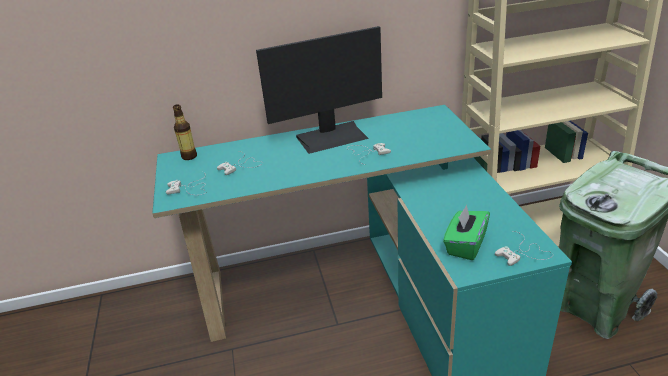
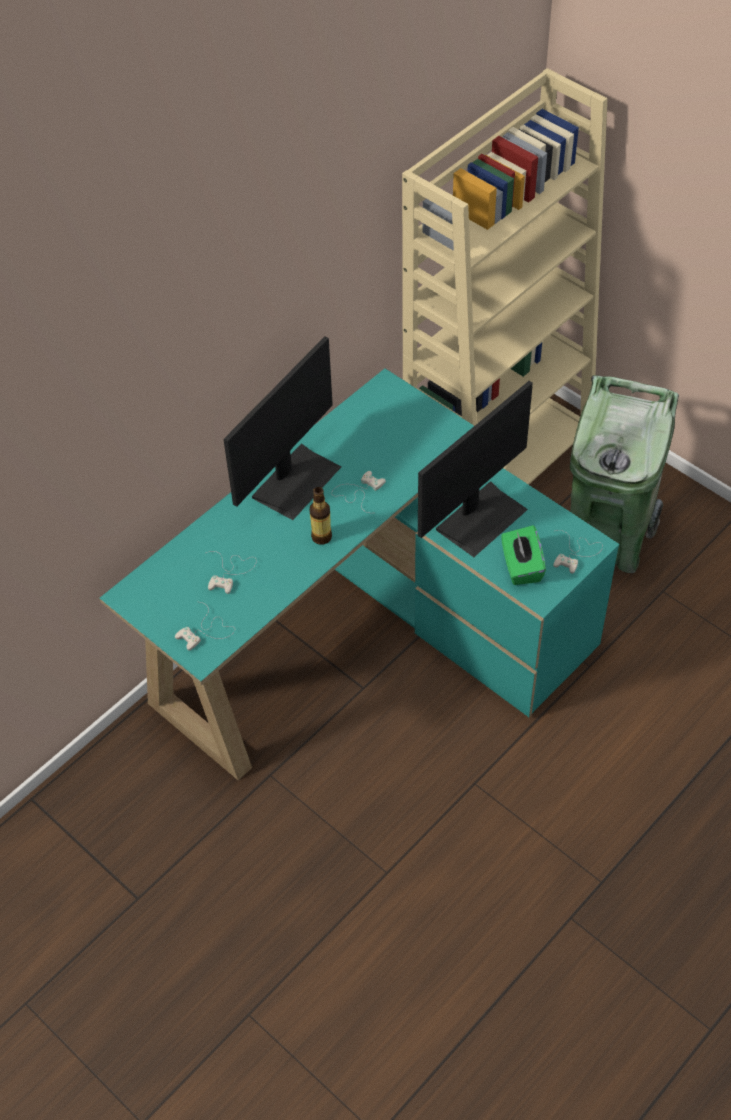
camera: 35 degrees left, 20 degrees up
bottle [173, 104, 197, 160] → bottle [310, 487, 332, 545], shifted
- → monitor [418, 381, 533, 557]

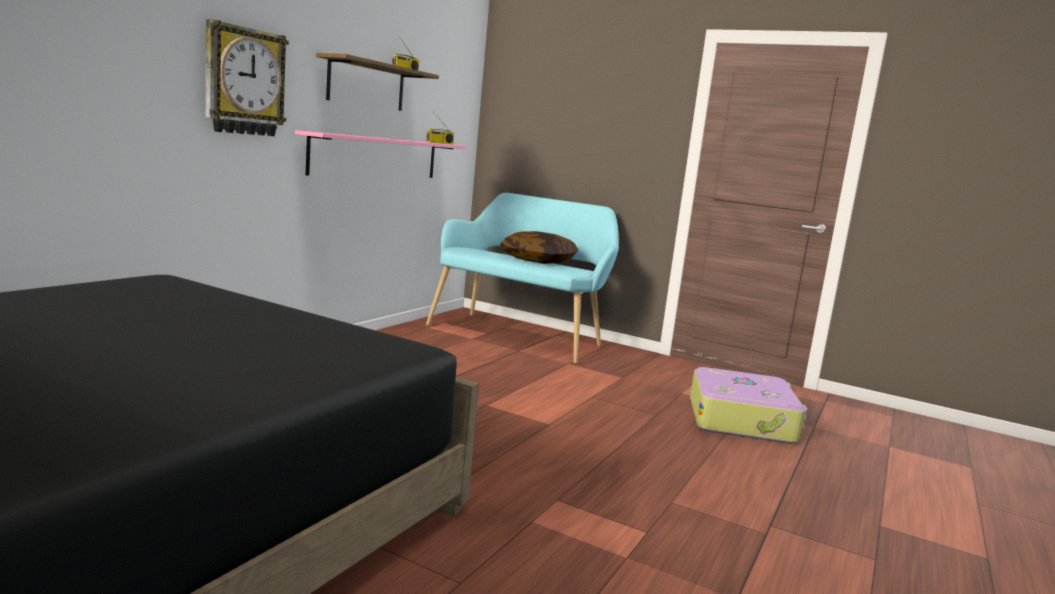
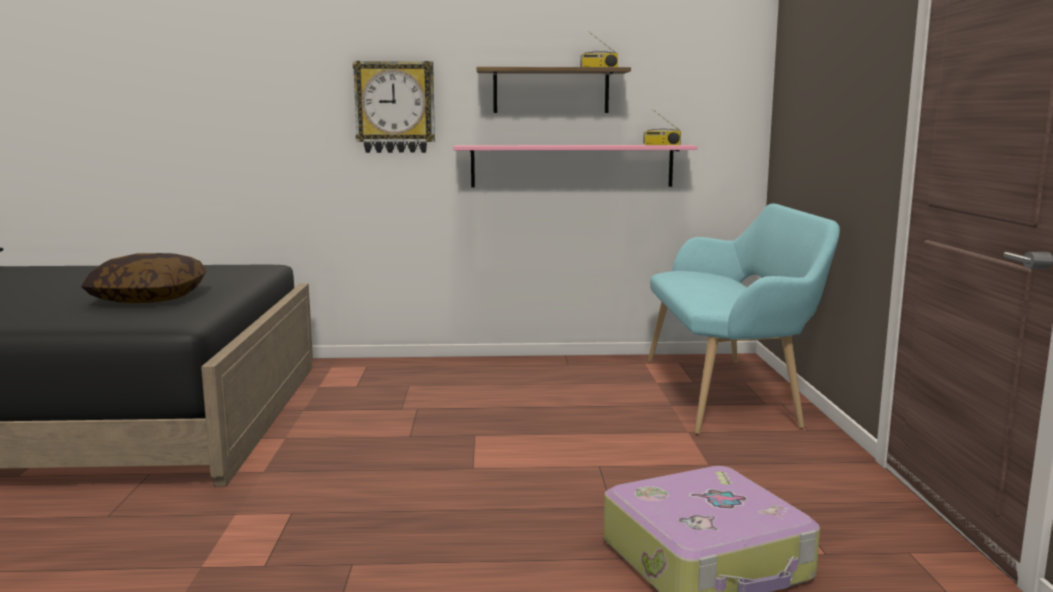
camera: 60 degrees right, 0 degrees up
pillow [500, 231, 578, 264] → pillow [81, 253, 207, 303], shifted

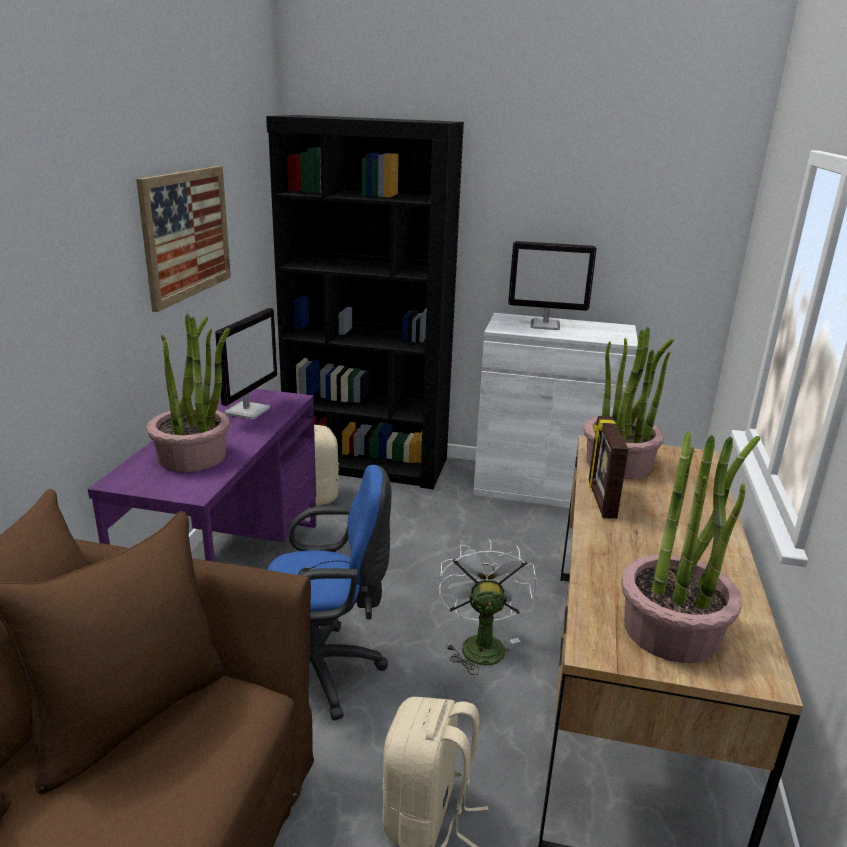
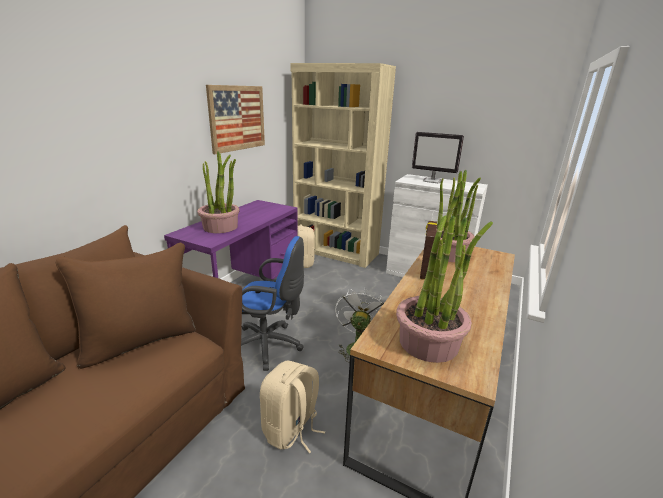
camera: 15 degrees right, 0 degrees up
monitor [215, 308, 277, 419] → -
black_bookcase [266, 115, 464, 489] → beige_bookcase [290, 63, 396, 268]

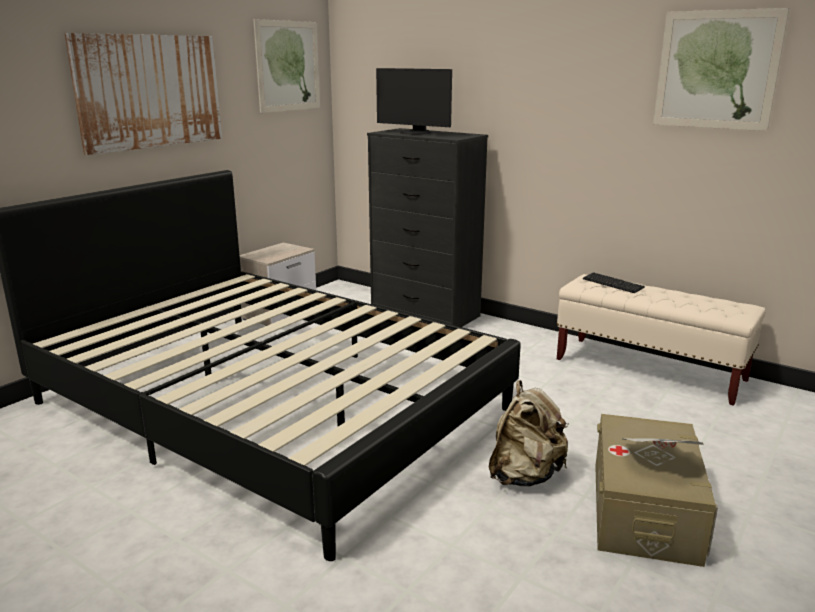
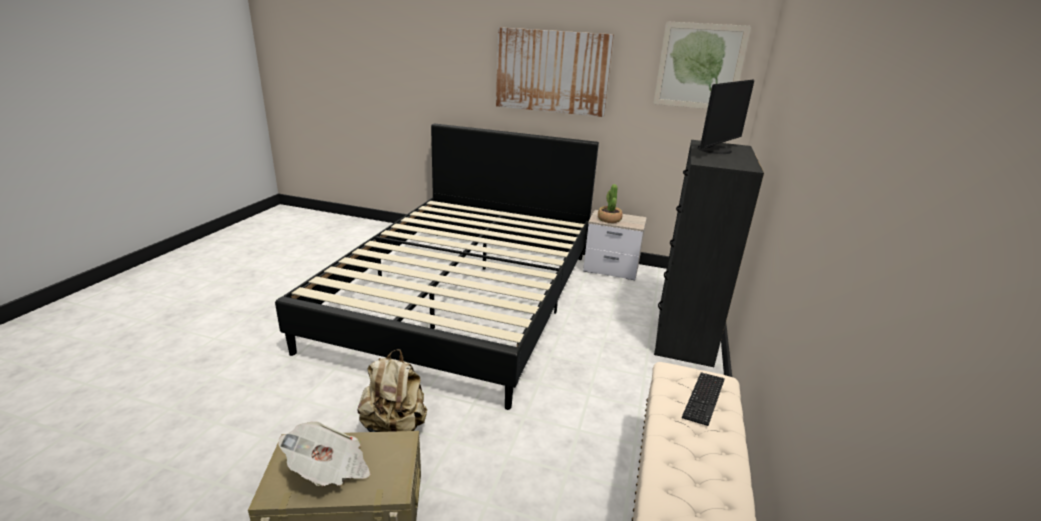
camera: 70 degrees right, 5 degrees up
monitor [376, 68, 452, 135] → monitor [698, 80, 754, 154], 150 degrees counterclockwise
picture [653, 8, 789, 131] → -
- → potted_plant [598, 184, 623, 223]

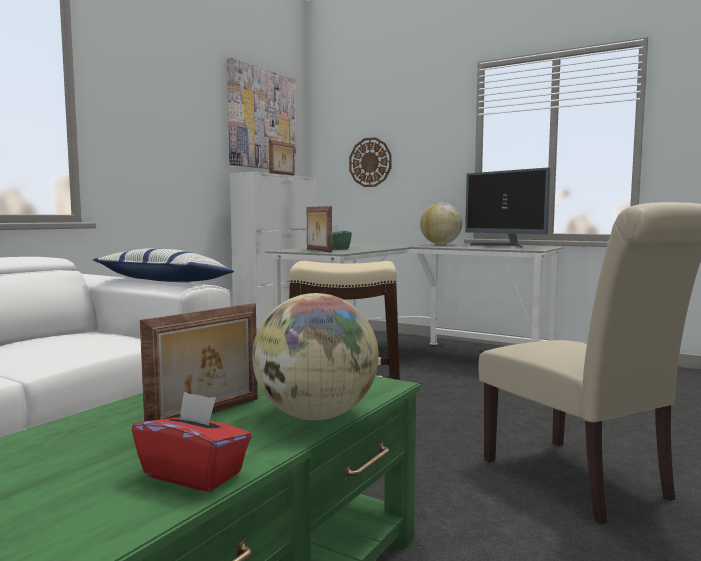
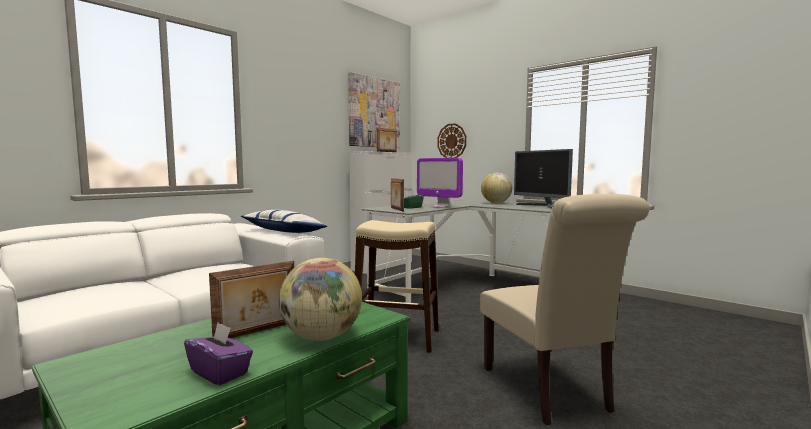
camera: 10 degrees right, 0 degrees up
red_tissue_box [132, 391, 252, 492] → purple_tissue_box [184, 322, 253, 385]
- → monitor [417, 158, 463, 208]

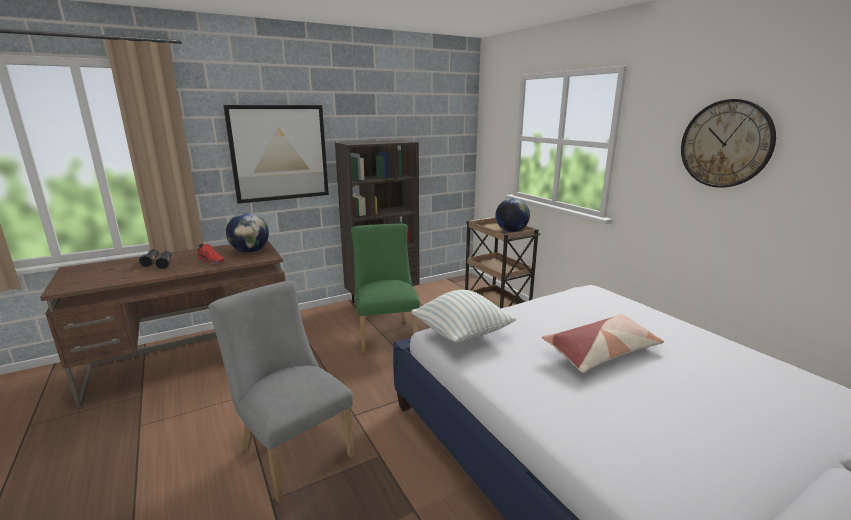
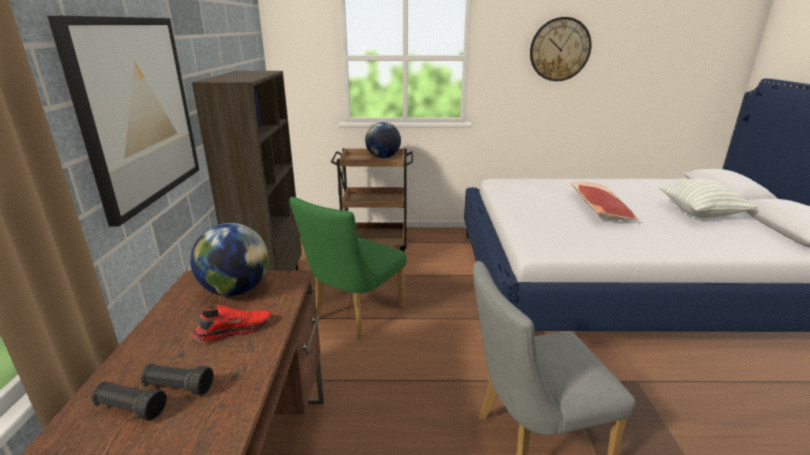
camera: 60 degrees left, 5 degrees up
green_chair [351, 224, 420, 354] → green_chair [290, 197, 407, 339], 75 degrees counterclockwise
pillow [412, 290, 516, 342] → pillow [659, 178, 757, 218], shifted

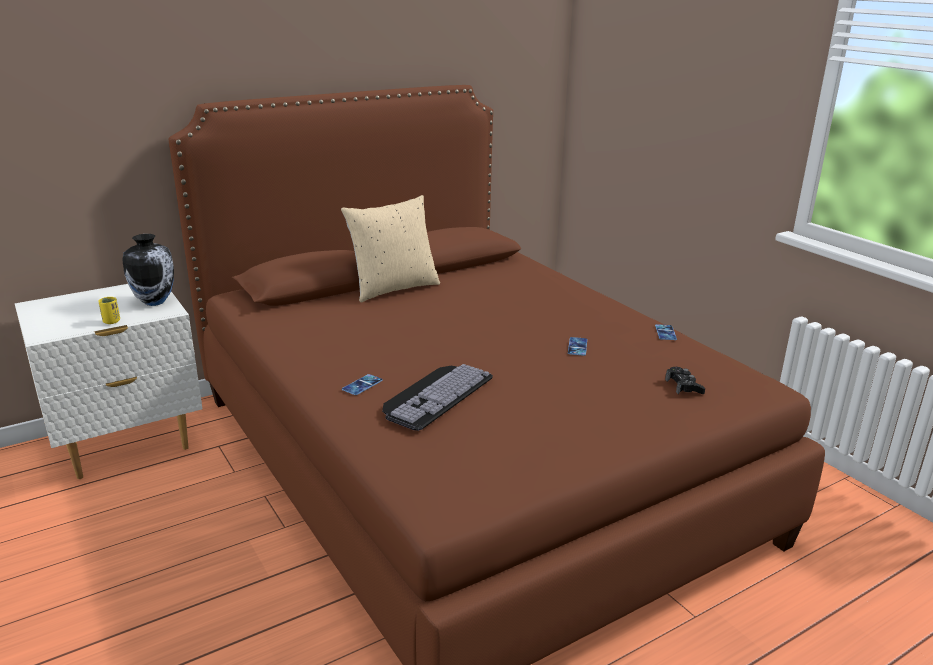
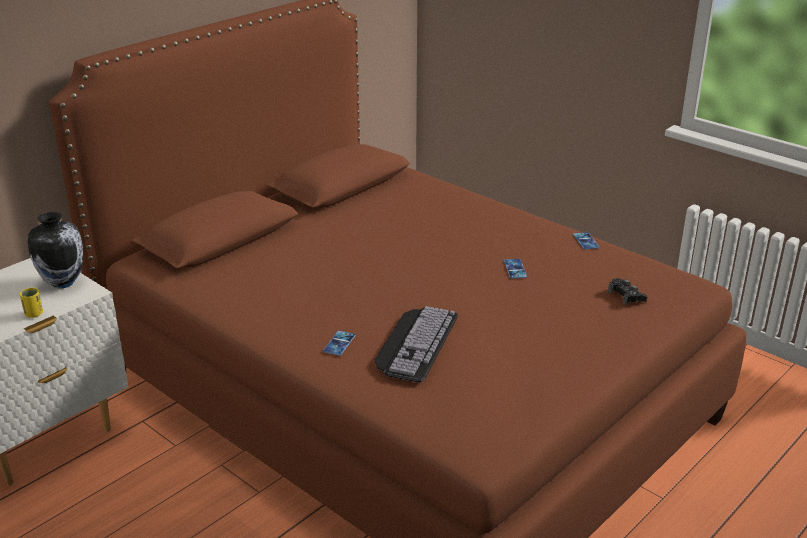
camera: 15 degrees left, 5 degrees up
beige_pillow [341, 195, 440, 302] → -

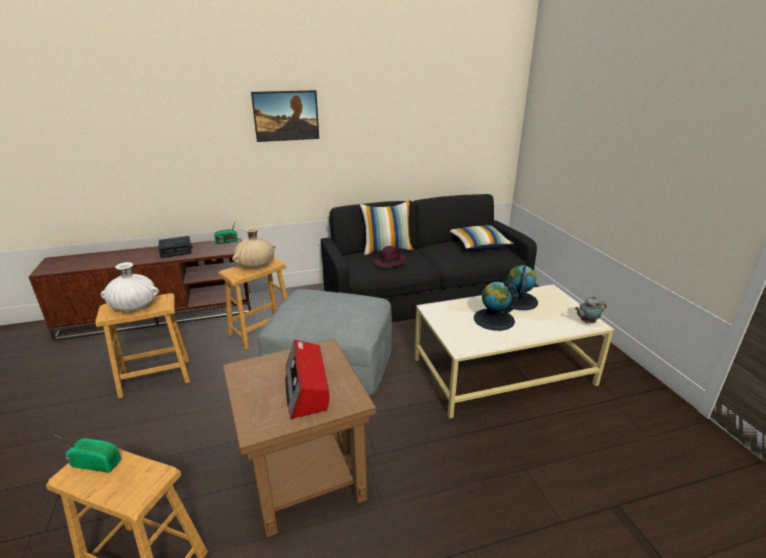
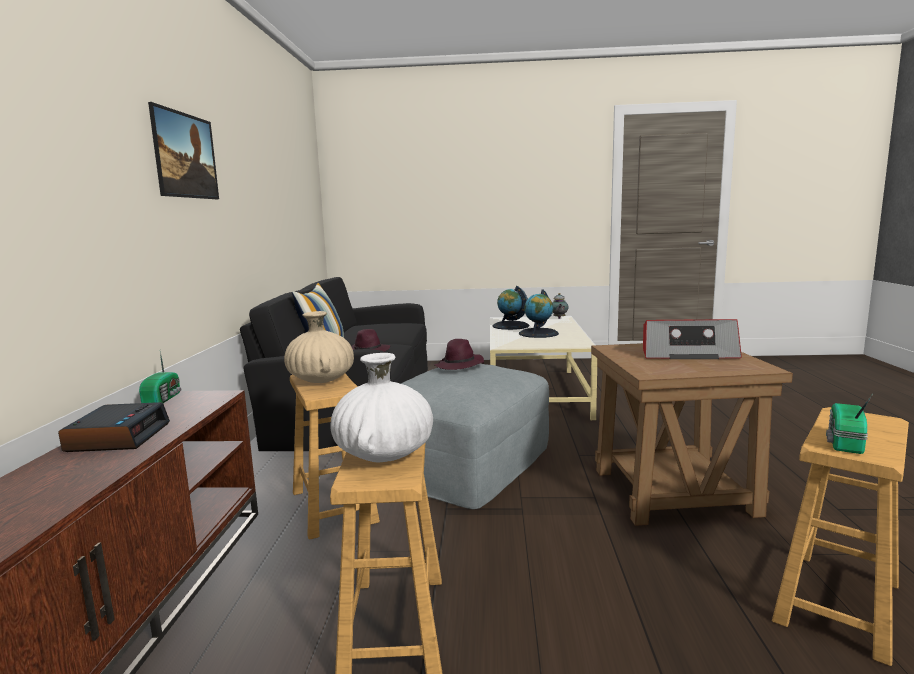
camera: 70 degrees left, 15 degrees down
pillow [450, 225, 514, 250] → -
- → purple_hat [434, 339, 484, 370]

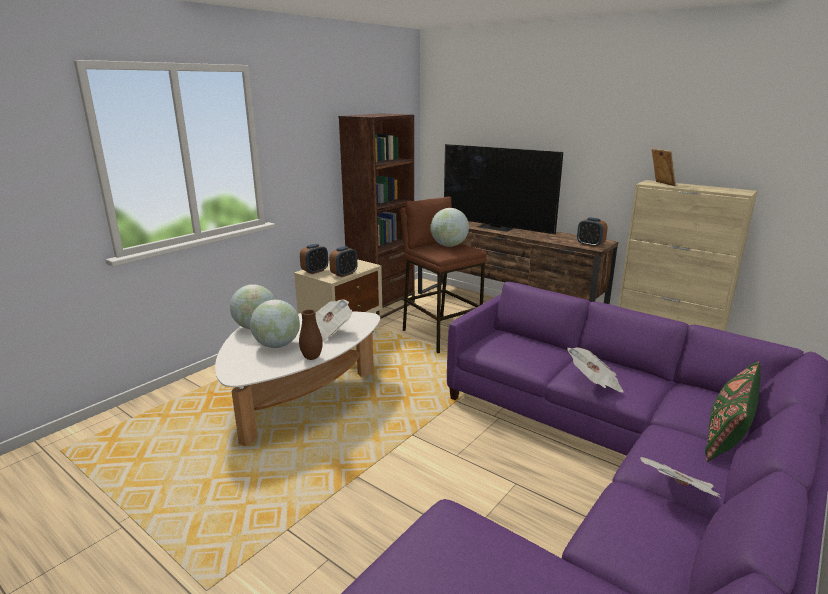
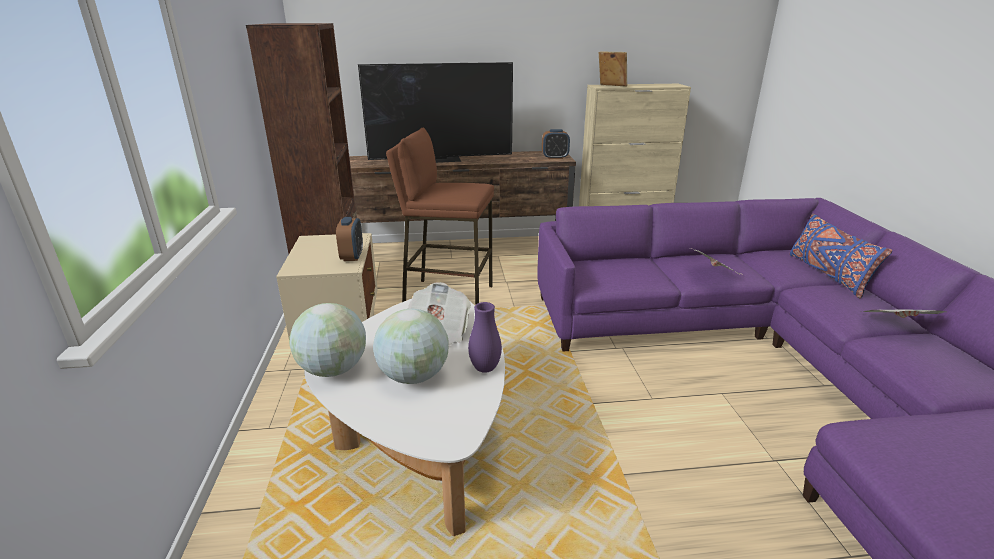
camera: 45 degrees left, 5 degrees up
brown_vase [299, 309, 323, 360] → purple_vase [468, 302, 502, 373]
alarm_clock [300, 244, 328, 274] → -
globe [430, 208, 469, 247] → -
green_pillow [705, 362, 760, 462] → blue_pillow [790, 214, 893, 298]

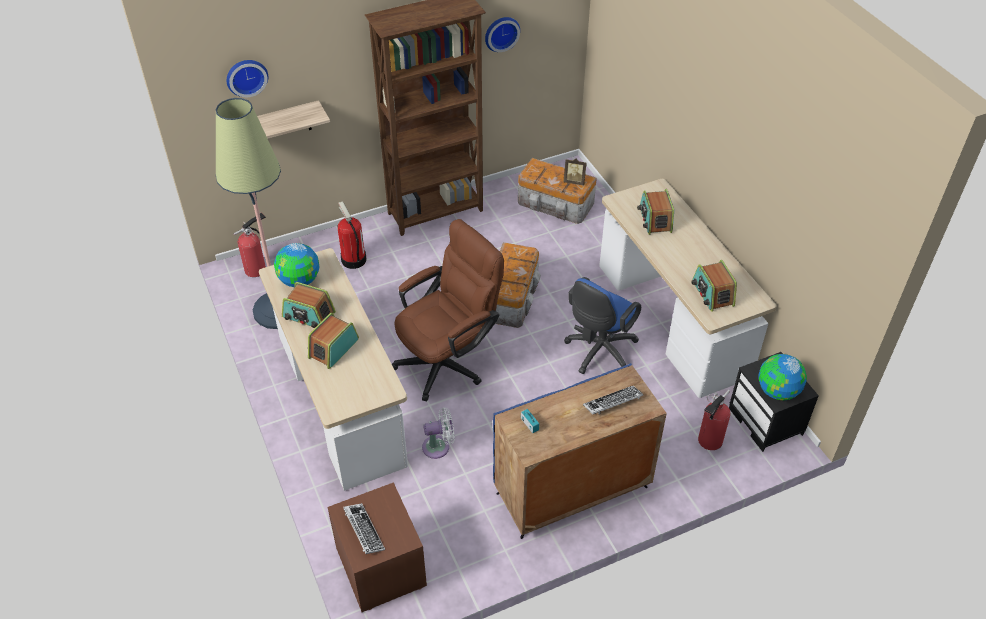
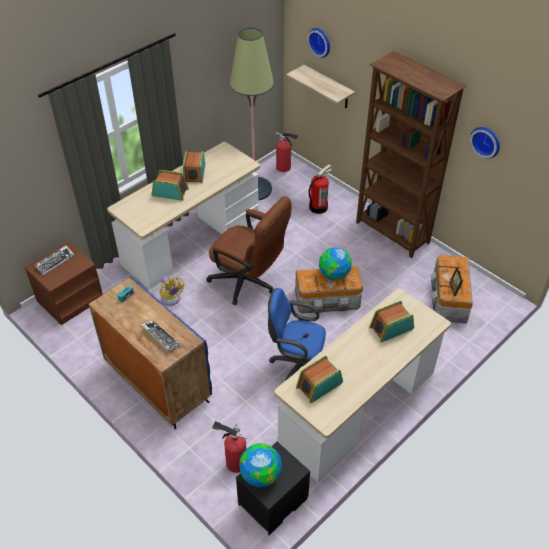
camera: 70 degrees right, 0 degrees up
globe [274, 243, 319, 287] → globe [319, 248, 352, 280], shifted
white_fan [422, 407, 455, 459] → yellow_fan [160, 276, 184, 306]

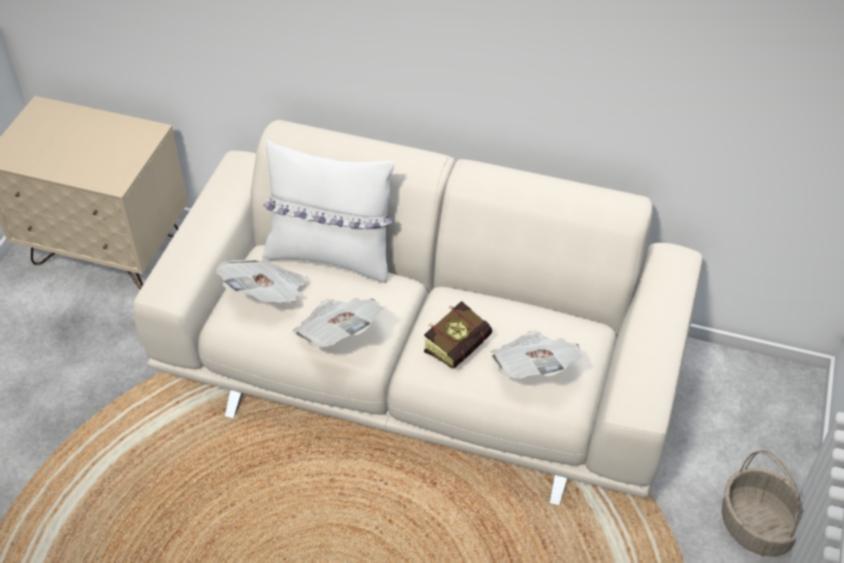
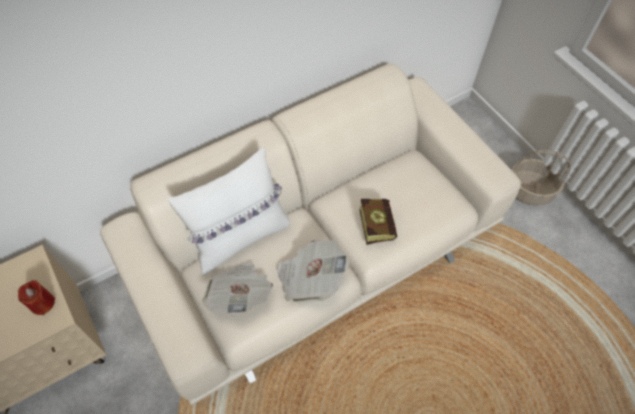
camera: 50 degrees left, 10 degrees up
newspaper [490, 330, 583, 379] → -
- → red_candle [18, 280, 55, 315]

